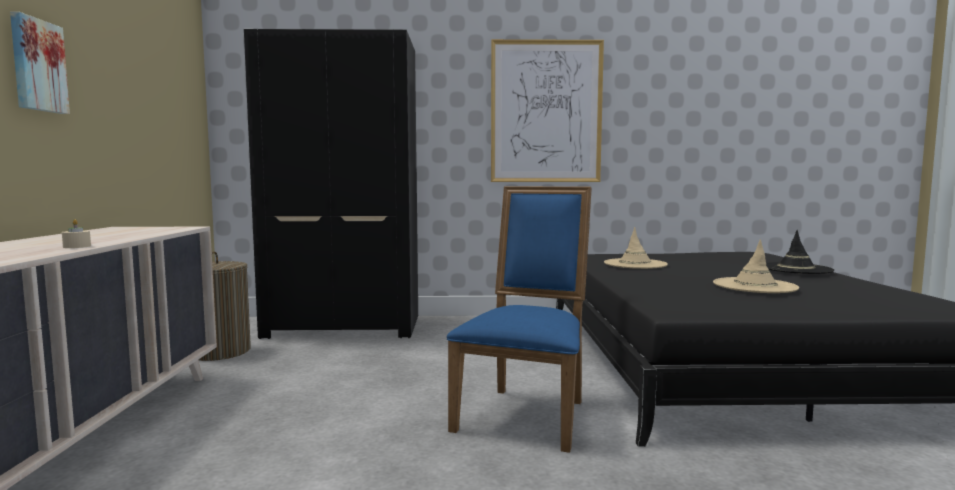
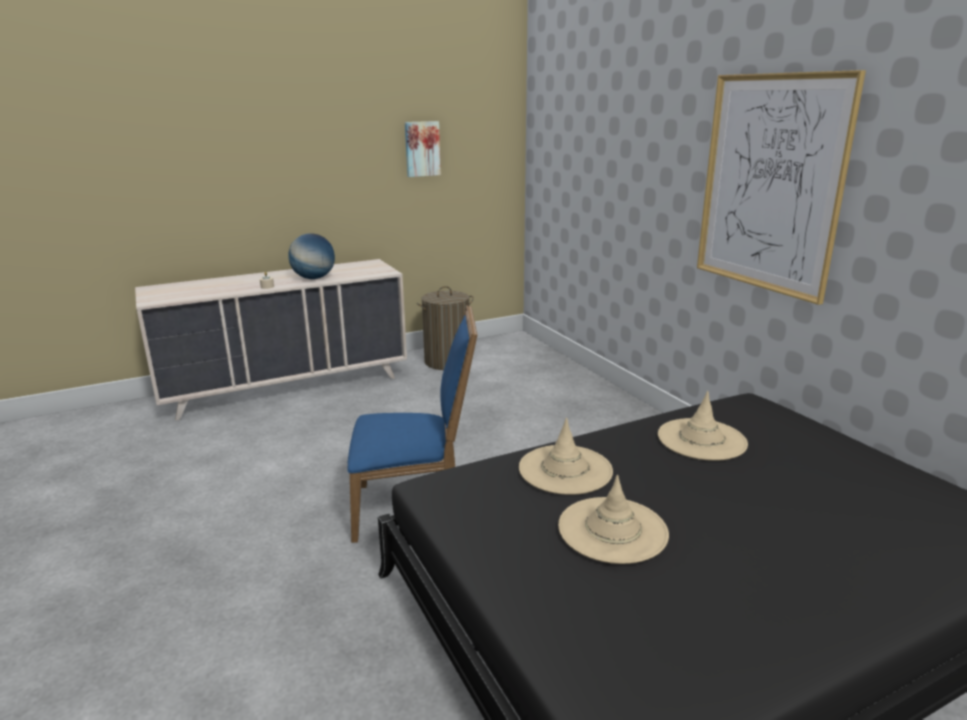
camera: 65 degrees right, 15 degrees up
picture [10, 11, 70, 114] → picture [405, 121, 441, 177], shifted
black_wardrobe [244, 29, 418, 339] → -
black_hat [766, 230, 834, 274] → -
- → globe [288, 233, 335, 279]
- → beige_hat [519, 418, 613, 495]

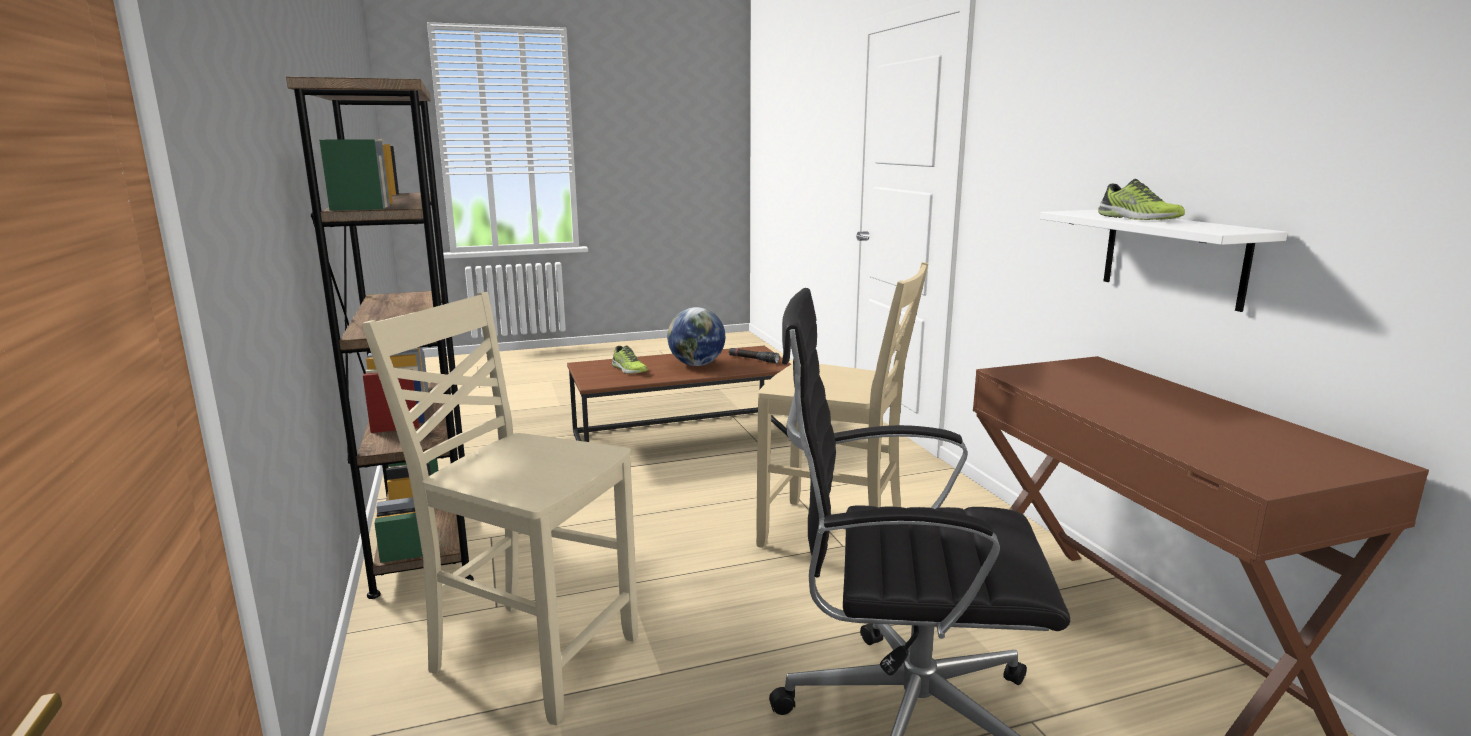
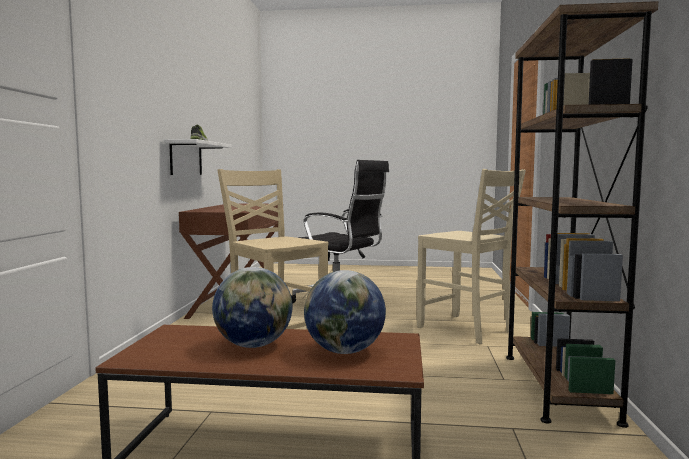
camera: 155 degrees left, 10 degrees down
shoe [612, 345, 648, 374] → globe [304, 270, 386, 354]
black_flashlight [729, 348, 780, 363] → -

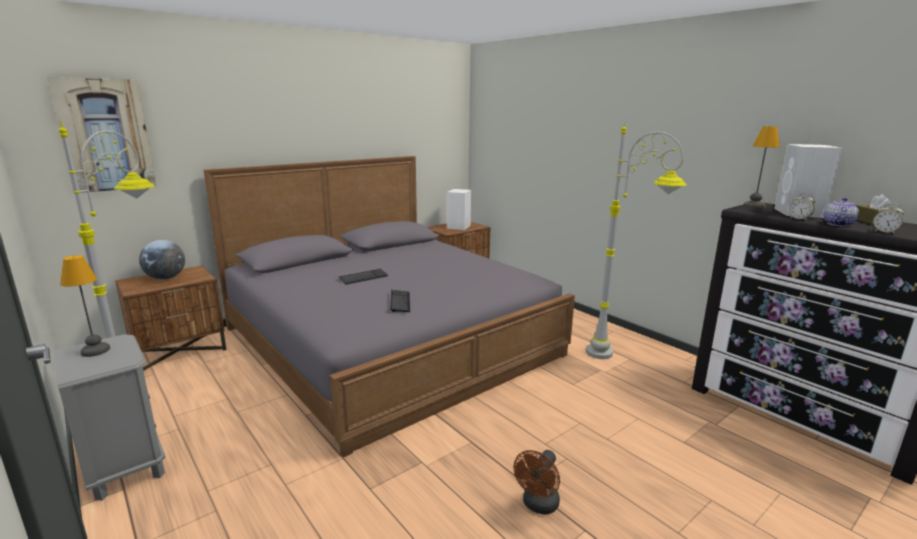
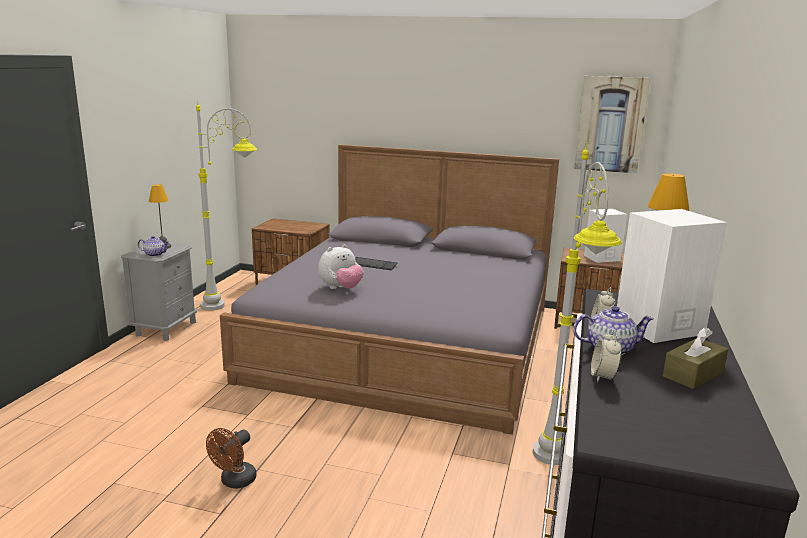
camera: 55 degrees right, 0 degrees up
picture [47, 77, 157, 193] → picture [574, 76, 650, 173], shifted
globe [139, 240, 185, 280] → -
keyboard [390, 290, 410, 312] → plush_toy [318, 244, 364, 289]
brown_fan [513, 450, 560, 515] → brown_fan [206, 428, 256, 489], 60 degrees counterclockwise
- → teapot [138, 236, 170, 257]

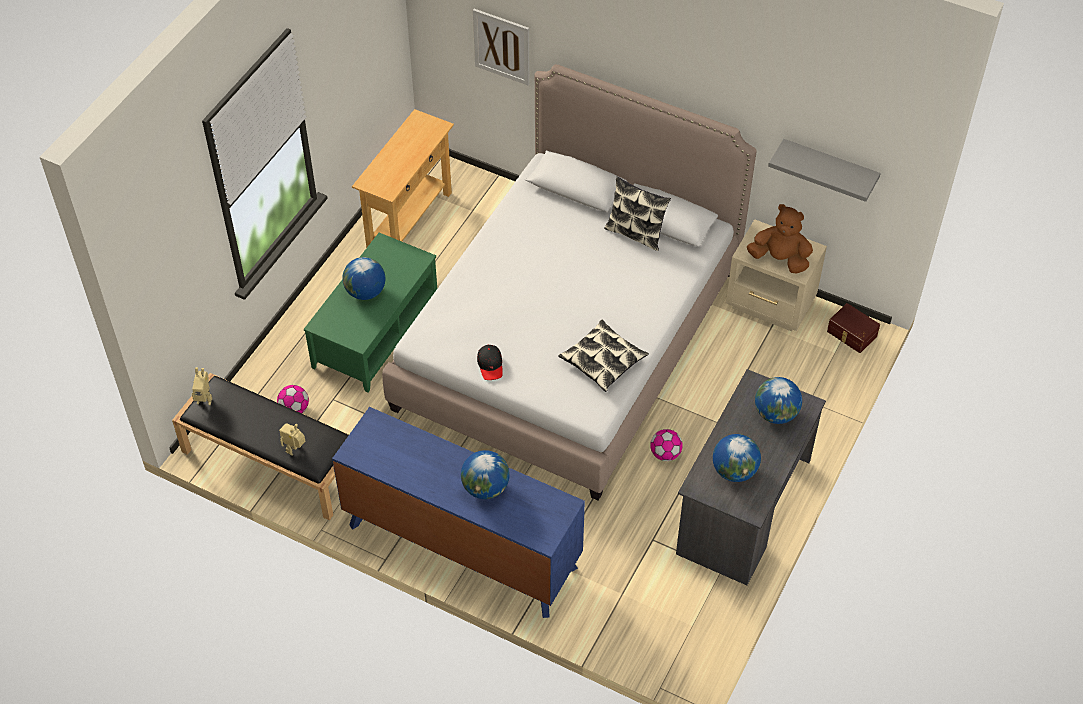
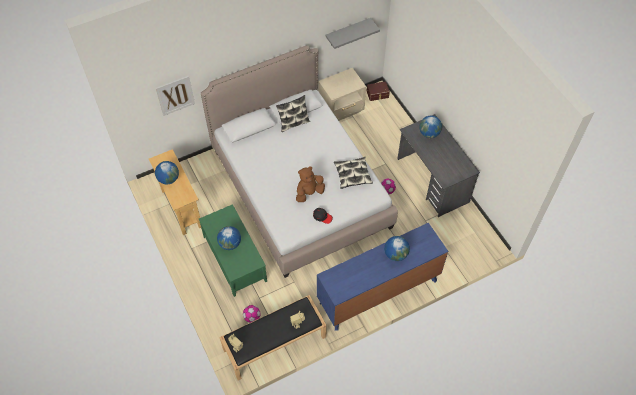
camera: 55 degrees left, 5 degrees up
globe [713, 434, 761, 482] → globe [155, 161, 179, 184], shifted
brown_plush_toy [747, 204, 813, 274] → brown_plush_toy [296, 166, 325, 202], shifted

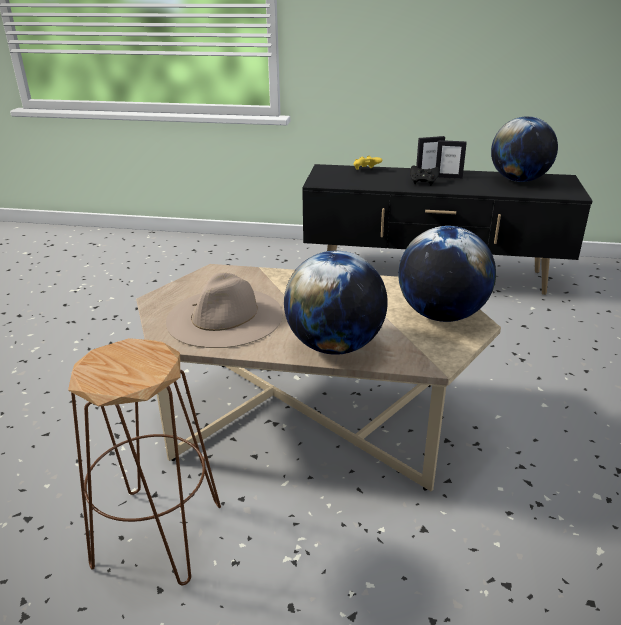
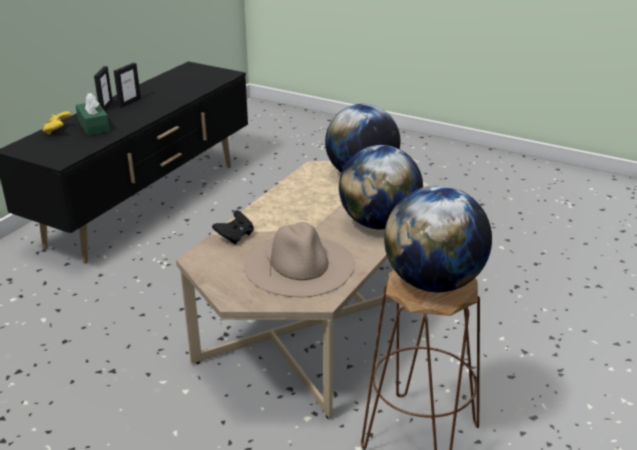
camera: 70 degrees left, 0 degrees up
black_game_controller [410, 165, 440, 185] → black_game_controller [212, 210, 254, 245], shifted
globe [491, 116, 558, 182] → globe [384, 185, 492, 292], shifted
- → green_tissue_box [76, 93, 110, 136]

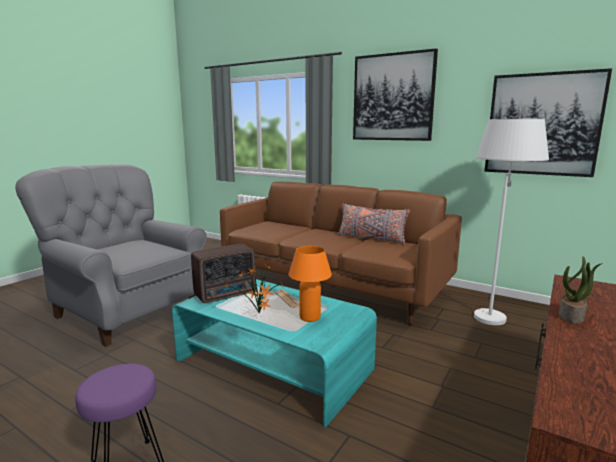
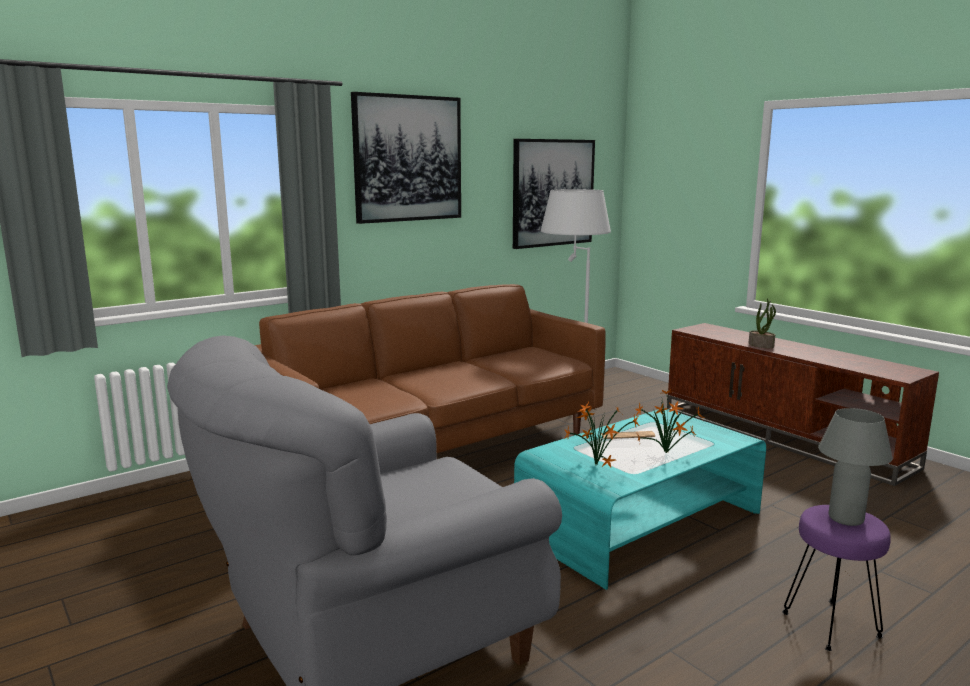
camera: 70 degrees left, 0 degrees up
radio [191, 244, 256, 303] → potted_plant [564, 402, 640, 467]
orange_table_lamp [288, 246, 332, 322] → -
grey_pillow [338, 204, 410, 245] → -
- → grey_table_lamp [818, 408, 893, 526]

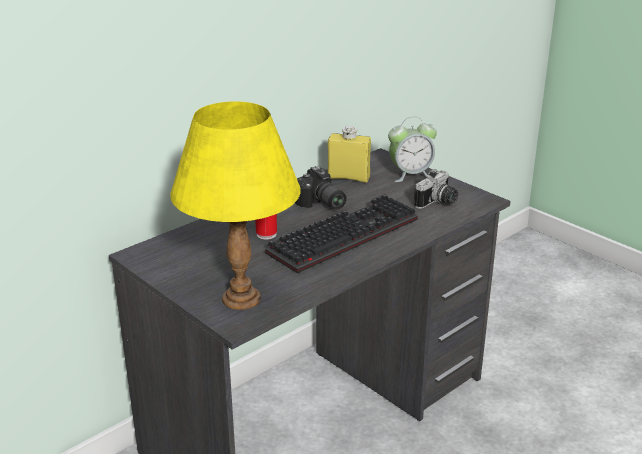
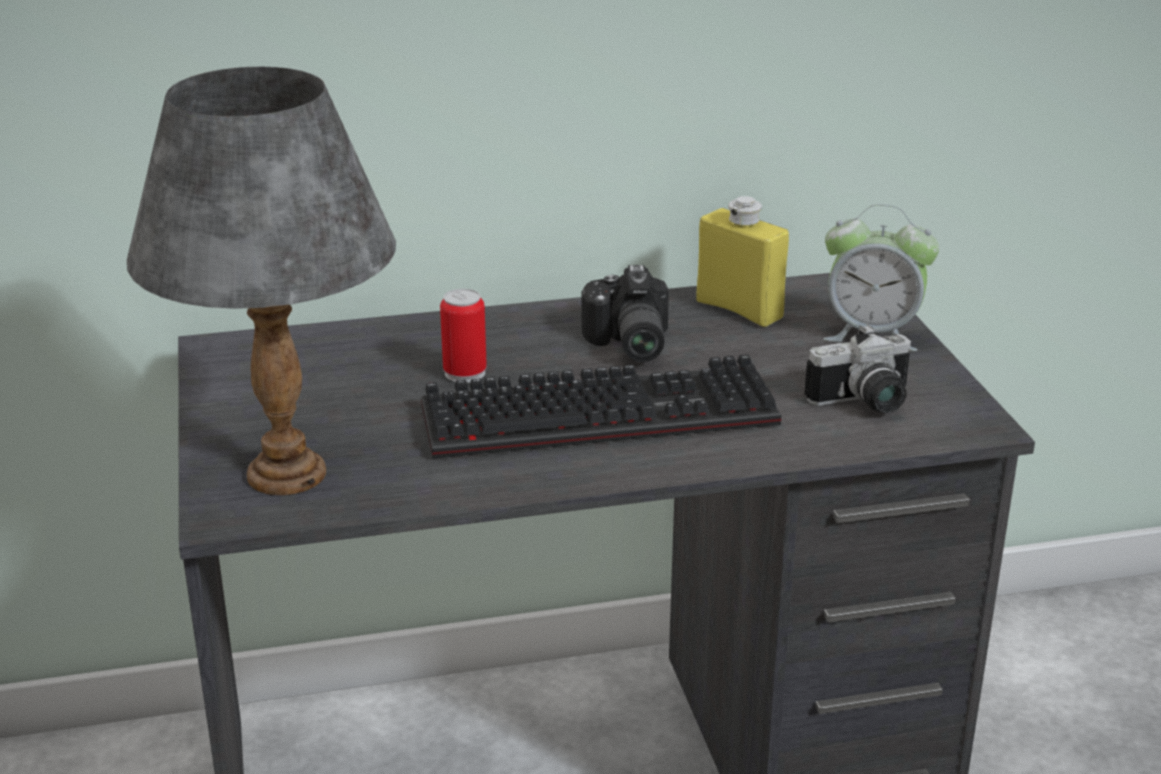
camera: 30 degrees right, 0 degrees up
yellow_table_lamp [170, 101, 301, 310] → grey_table_lamp [127, 67, 396, 495]

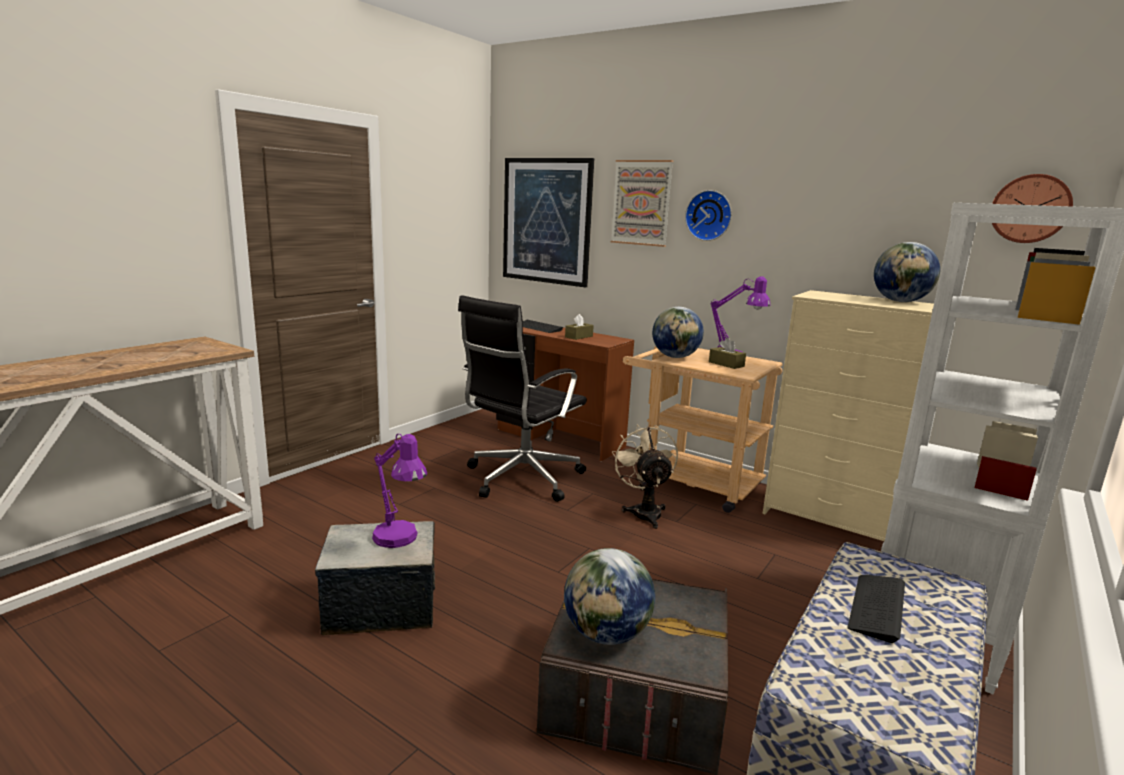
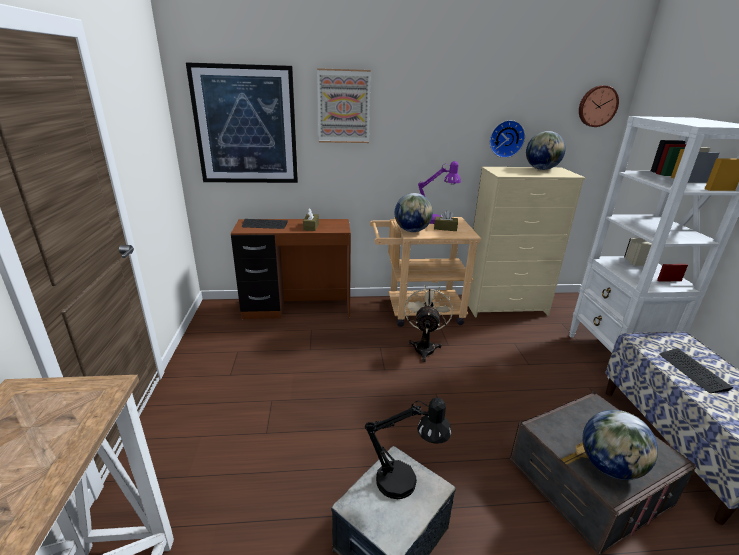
camera: 40 degrees left, 10 degrees up
purple_table_lamp [372, 434, 427, 548] → black_table_lamp [365, 397, 451, 499]
black_office_chair [458, 295, 587, 502] → -
beige_fan [612, 424, 678, 529] → beige_fan [404, 286, 453, 362], 60 degrees clockwise
wall_clock [685, 190, 732, 241] → wall_clock [490, 120, 525, 158], shifted

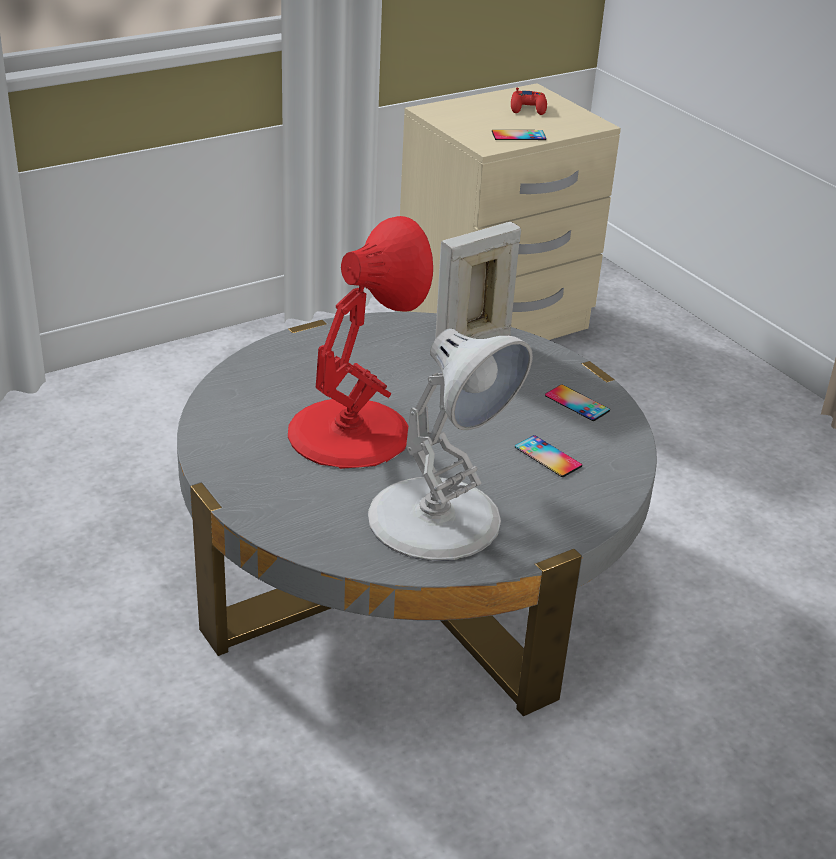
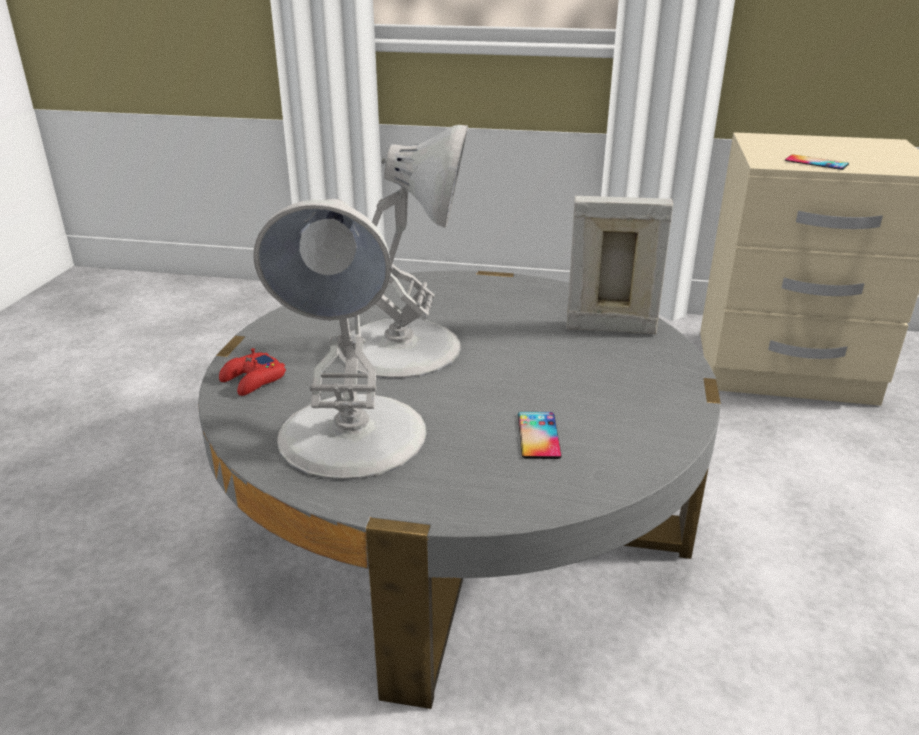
camera: 45 degrees right, 5 degrees down
red_table_lamp [288, 216, 433, 469] → white_table_lamp [338, 125, 468, 378]
red_game_controller [511, 88, 547, 115] → red_game_controller [219, 348, 286, 396], shifted
phone [545, 384, 610, 421] → -

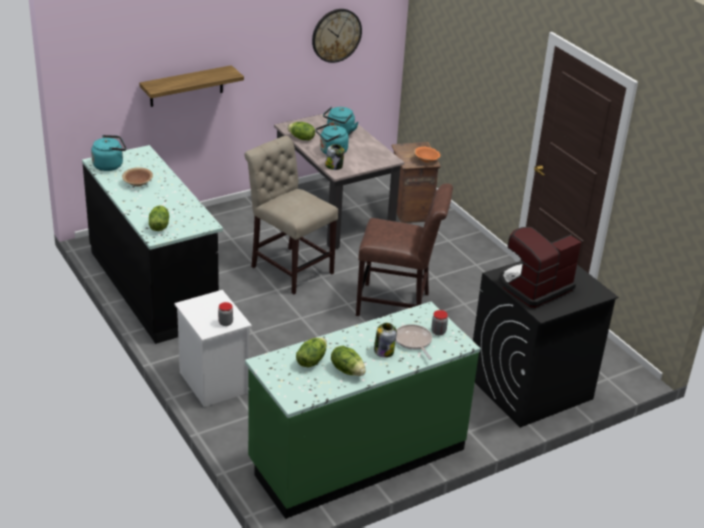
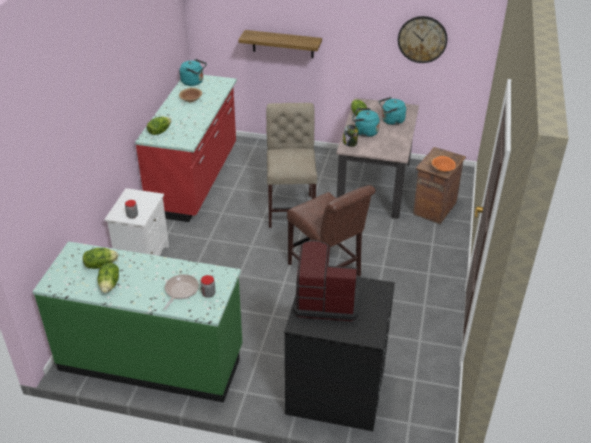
camera: 45 degrees right, 5 degrees up
black_counter [82, 145, 223, 344] → red_counter [135, 75, 237, 222]
jar [374, 323, 397, 358] → -

